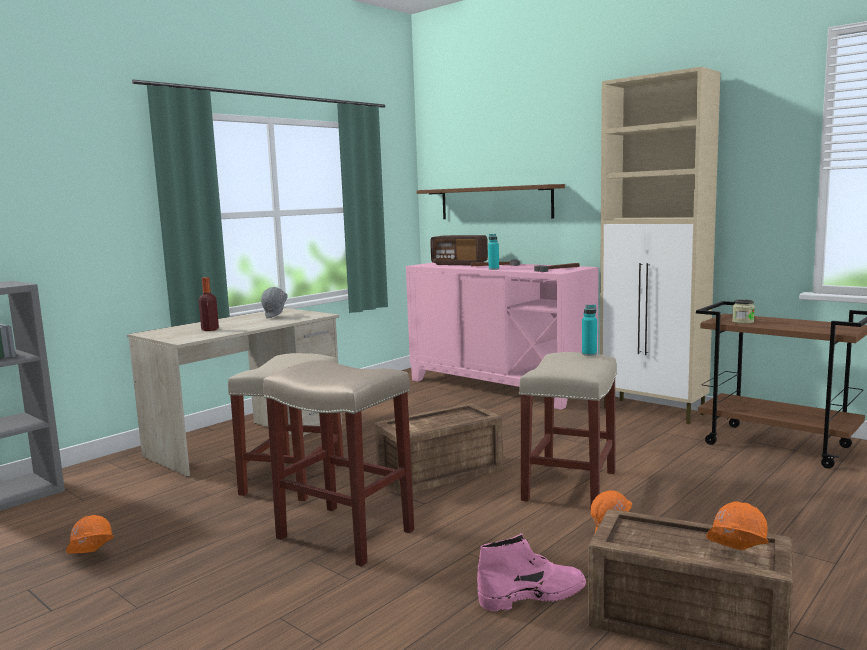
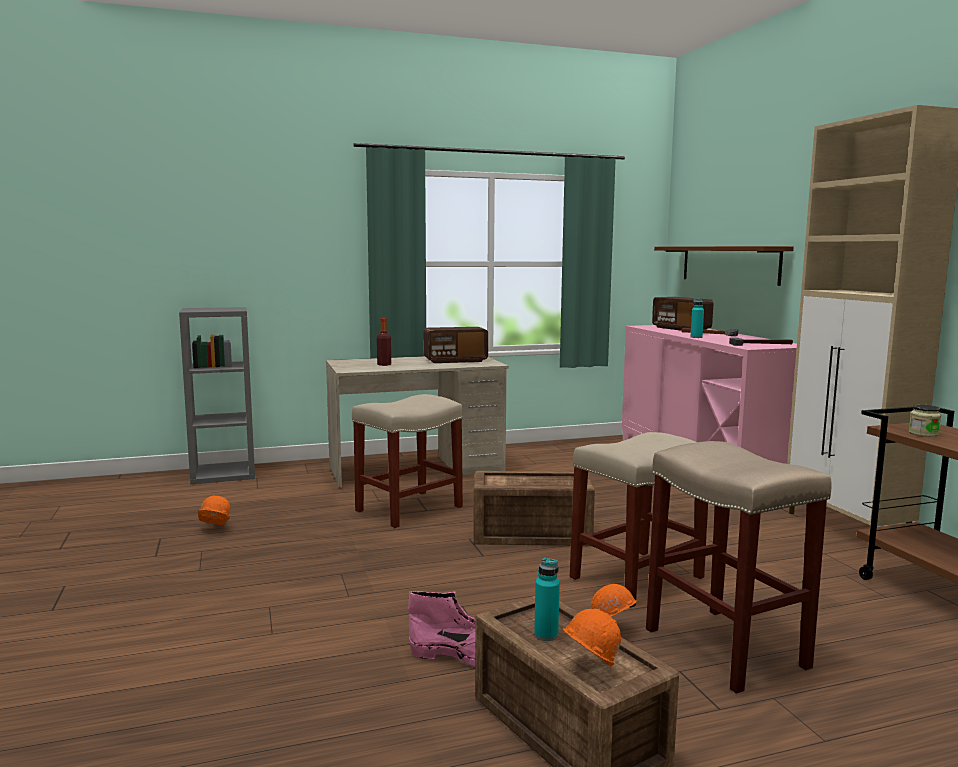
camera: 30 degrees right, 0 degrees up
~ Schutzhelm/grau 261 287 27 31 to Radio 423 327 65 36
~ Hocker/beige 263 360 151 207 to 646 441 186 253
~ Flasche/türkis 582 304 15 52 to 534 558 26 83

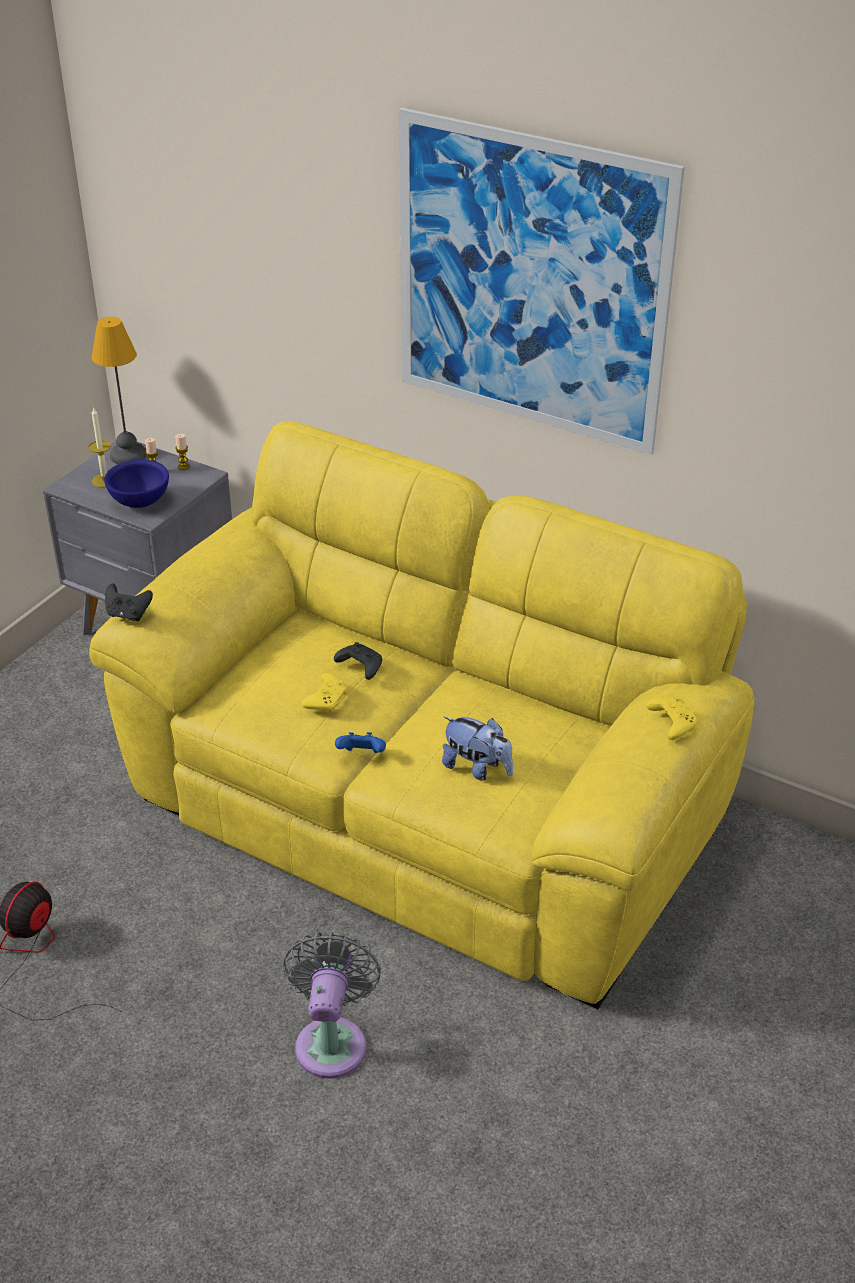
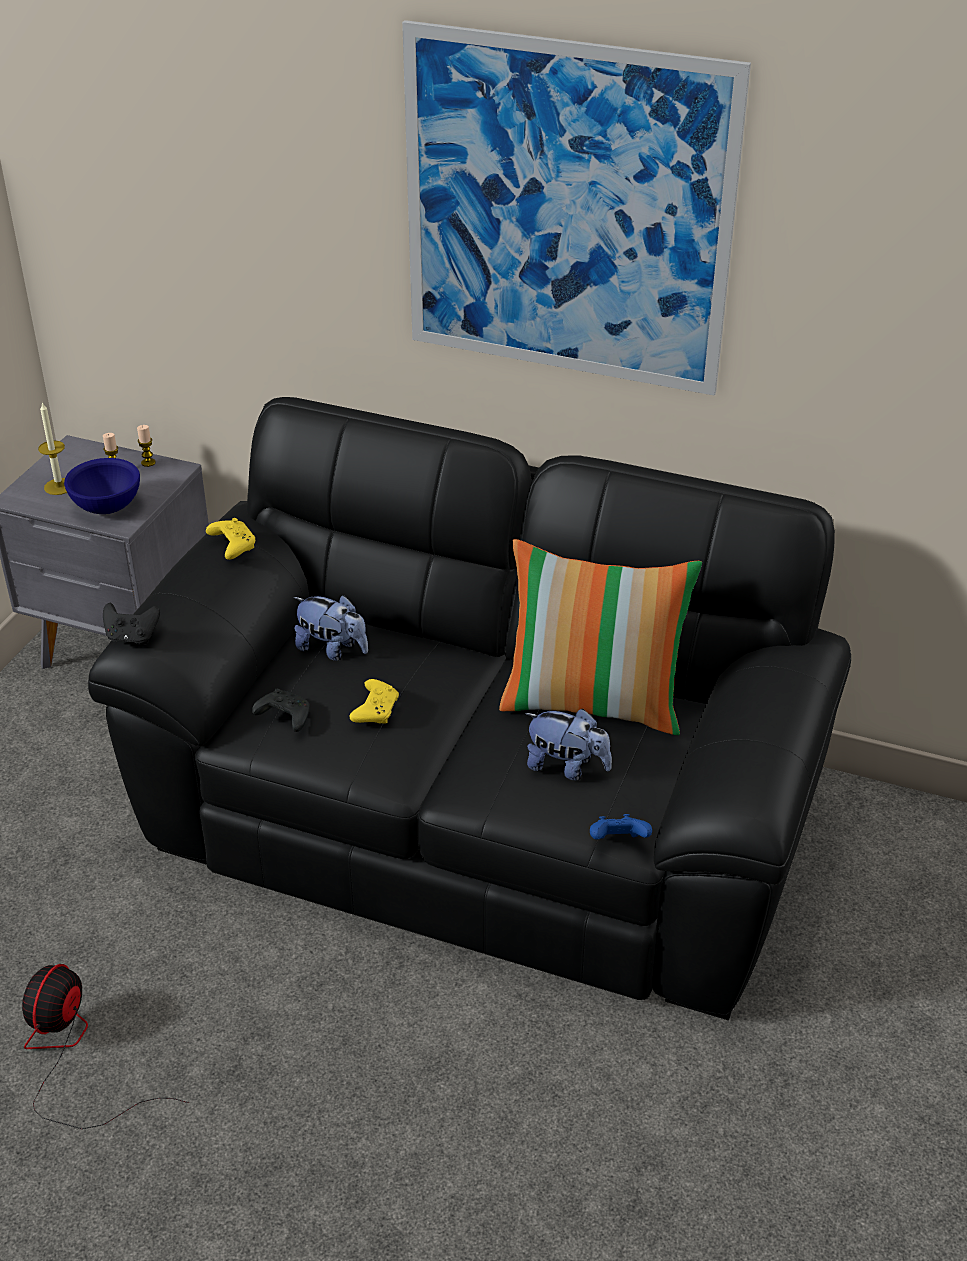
camera: 10 degrees left, 0 degrees up
~ Sofa/gelb 89 421 665 588 to Sofa/schwarz 88 397 763 623
- Tischlampe 92 317 54 147
- Ventilator/grau 283 932 98 147
~ Gamepad/schwarz 334 642 48 38 to 252 689 58 43
~ Gamepad/blau 335 732 51 21 to 590 814 62 26
~ Gamepad/gelb 646 696 51 44 to 206 518 49 42
+ Plüschtier 294 595 74 66
+ Kissen 499 539 203 196

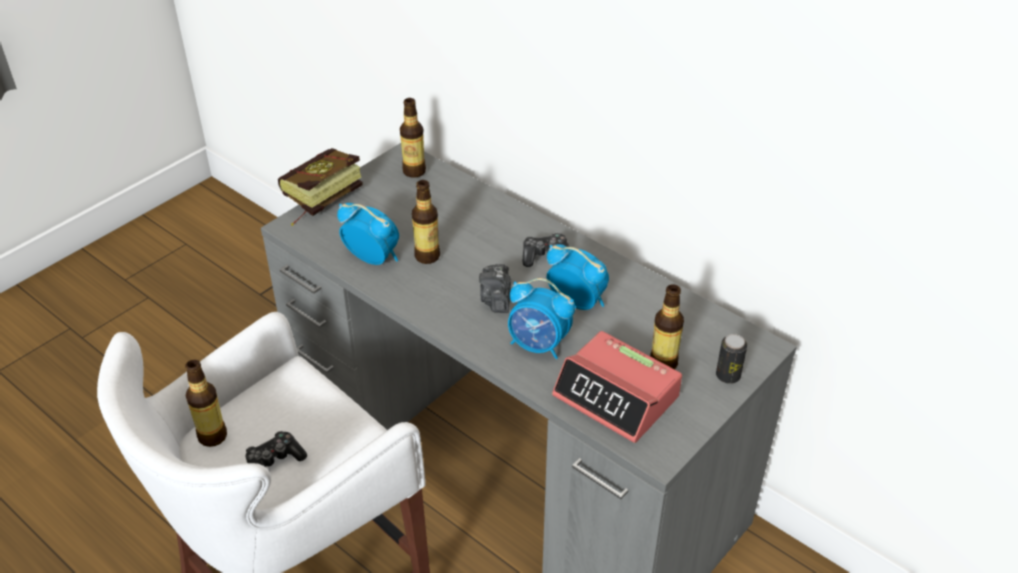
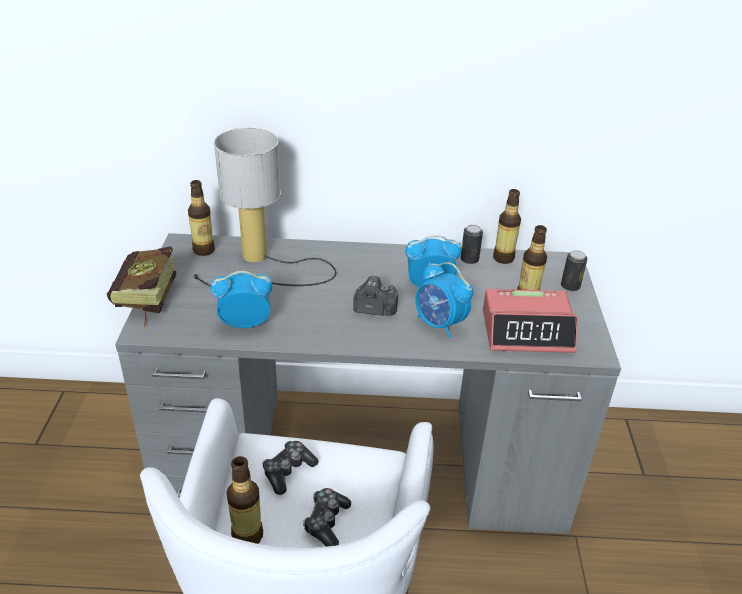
camera: 40 degrees left, 5 degrees down
~ Flasche 412 180 28 84 to 493 189 28 75
~ Kamera 479 264 32 49 = 353 276 45 40 135 degrees clockwise
~ Wecker 508 278 67 81 = 415 262 58 76 60 degrees clockwise
~ Gamepad 522 233 48 34 to 262 441 56 54
+ Tischlampe 194 128 143 159
+ Dose 461 225 22 39

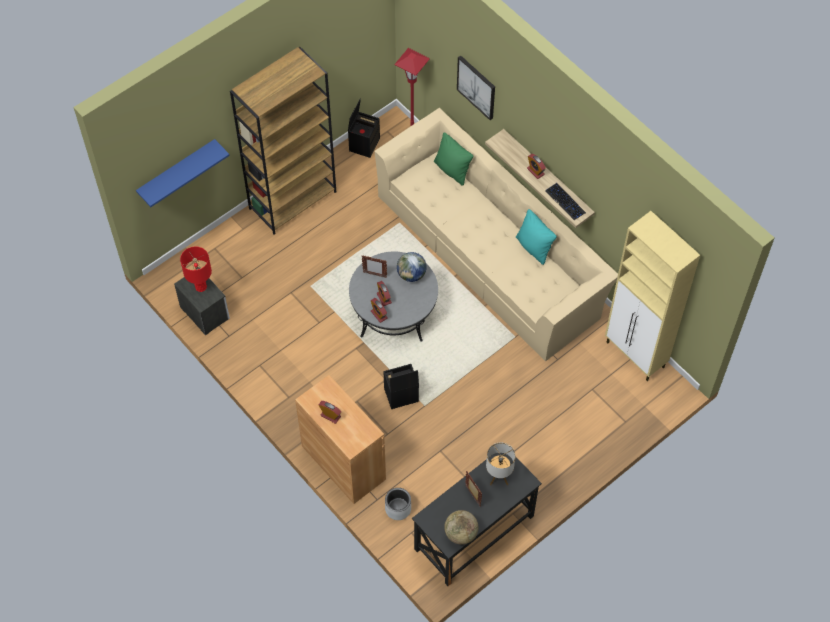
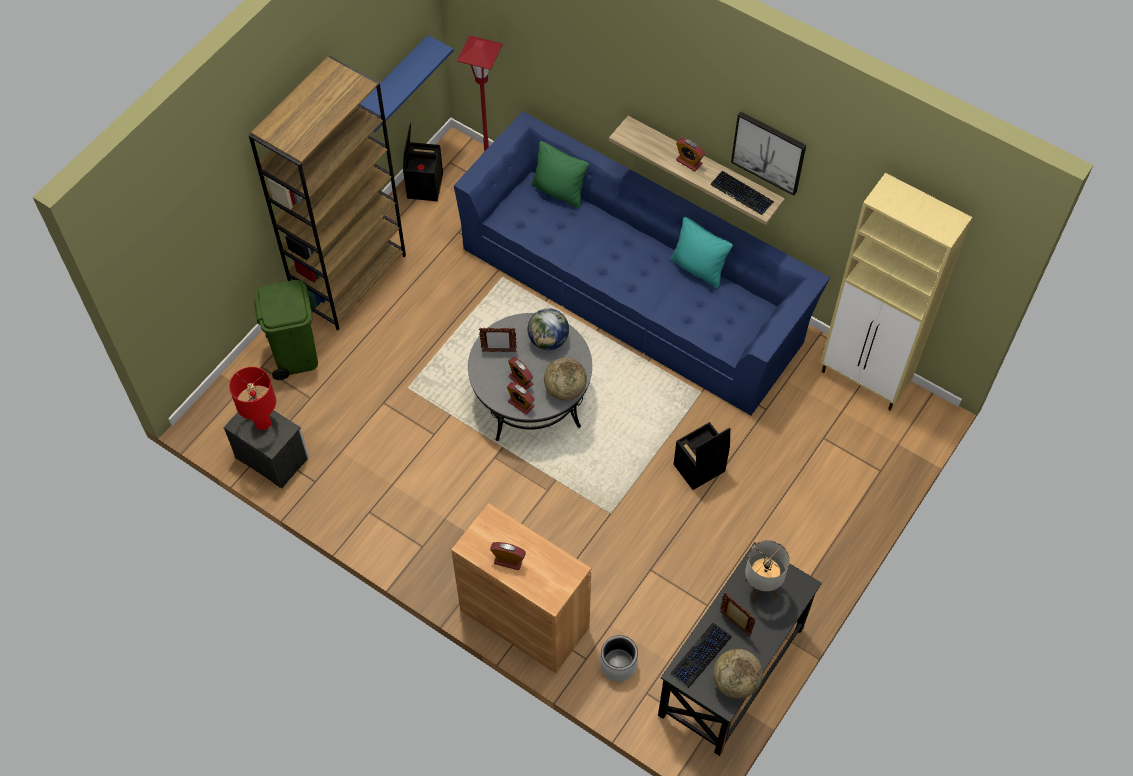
camera: 15 degrees left, 0 degrees up
~ Wandregal/blau 136 139 94 68 to 360 35 94 97
~ Sofa/beige 375 108 243 254 to Sofa/blau 454 111 376 304
~ Aufbewahrungsbox/schwarz 383 364 36 45 to 674 422 56 68
~ Bild 457 56 38 64 to 731 112 75 84
+ Mülleimer/grün 254 280 64 100
+ Globus 544 358 43 43
+ Tastatur 670 623 62 65

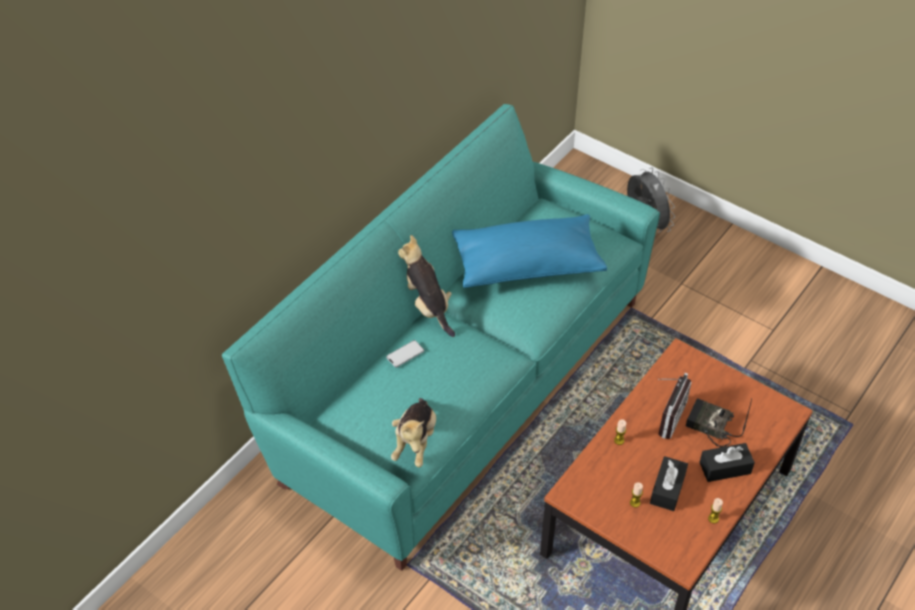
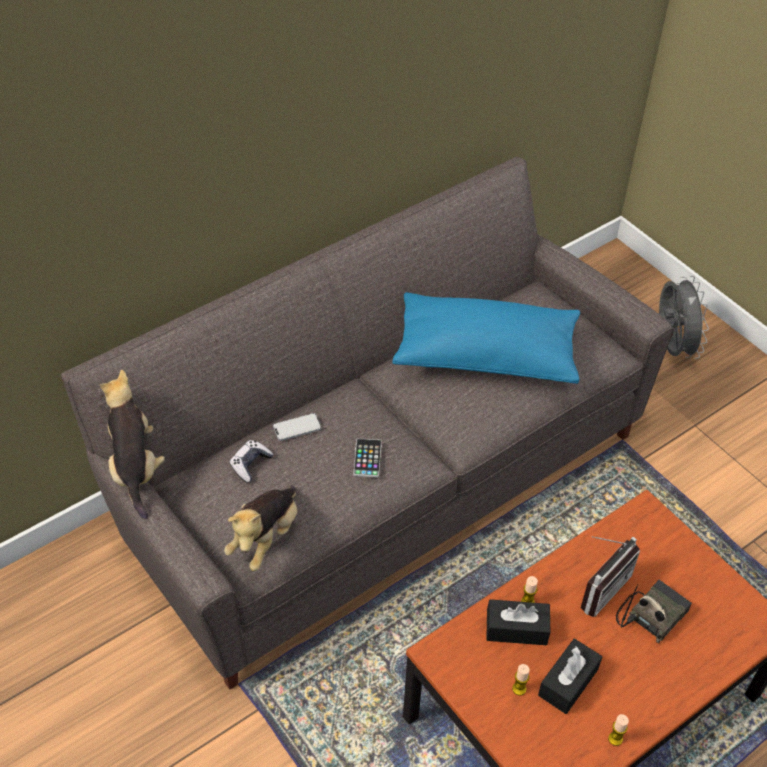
camera: 15 degrees right, 0 degrees up
~ Sofa/türkis 222 104 438 467 to Sofa/grau 61 157 613 532
~ Plüschtier 398 235 57 102 to 100 370 65 150
~ Radio 686 398 66 50 = 616 580 76 63 90 degrees clockwise
~ Taschentuchbox/schwarz 699 443 56 39 to 486 599 64 46
+ Gamepad 230 440 44 43
+ Handy 353 438 29 39

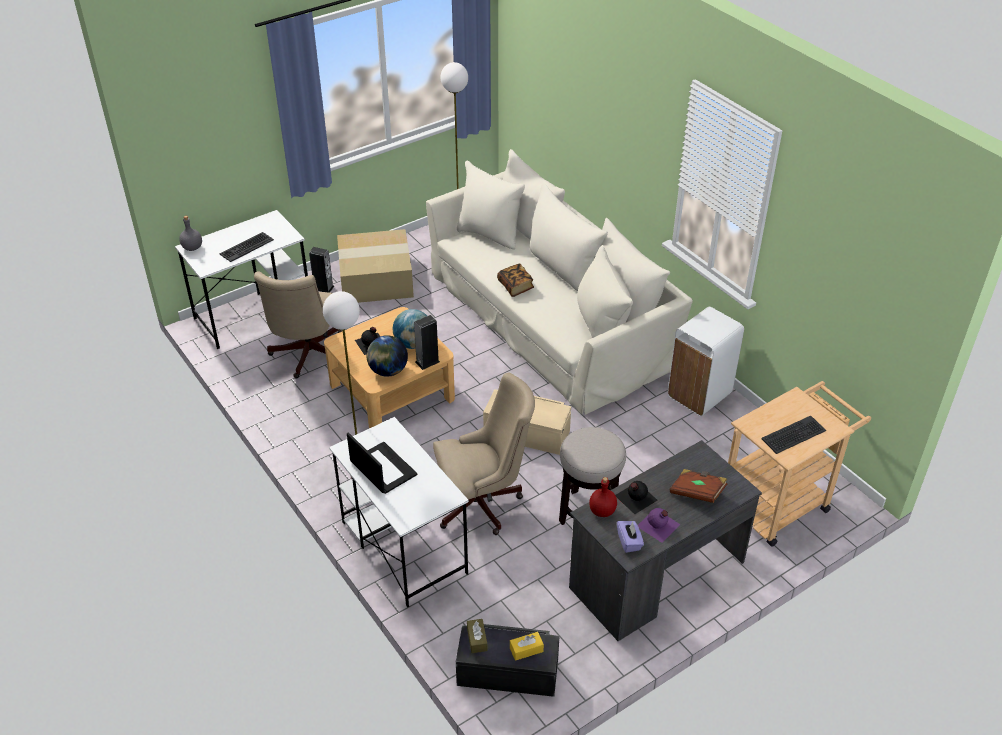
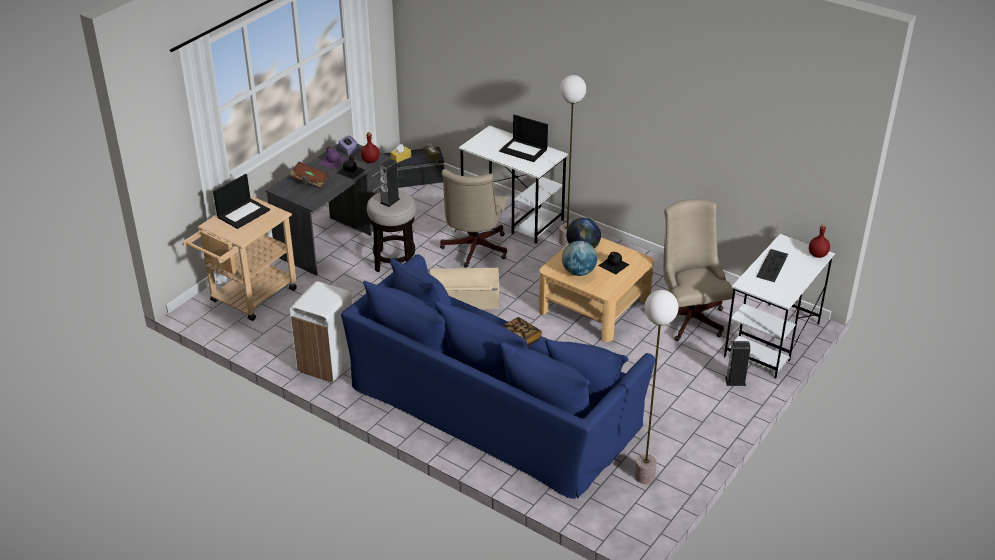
camera: 160 degrees right, 5 degrees down
~ Flasche/grau 179 216 23 35 to Flasche/rot 809 224 21 34
- Karton 337 229 77 74
~ Lautsprecher 414 315 26 55 to 379 159 21 48
~ Sofa/beige 426 149 267 266 to Sofa/blau 341 254 314 245
~ Bürostuhl/beige 433 373 102 162 = 440 169 67 98 45 degrees counterclockwise
~ Tastatur 761 416 65 38 to Laptop 213 174 57 55

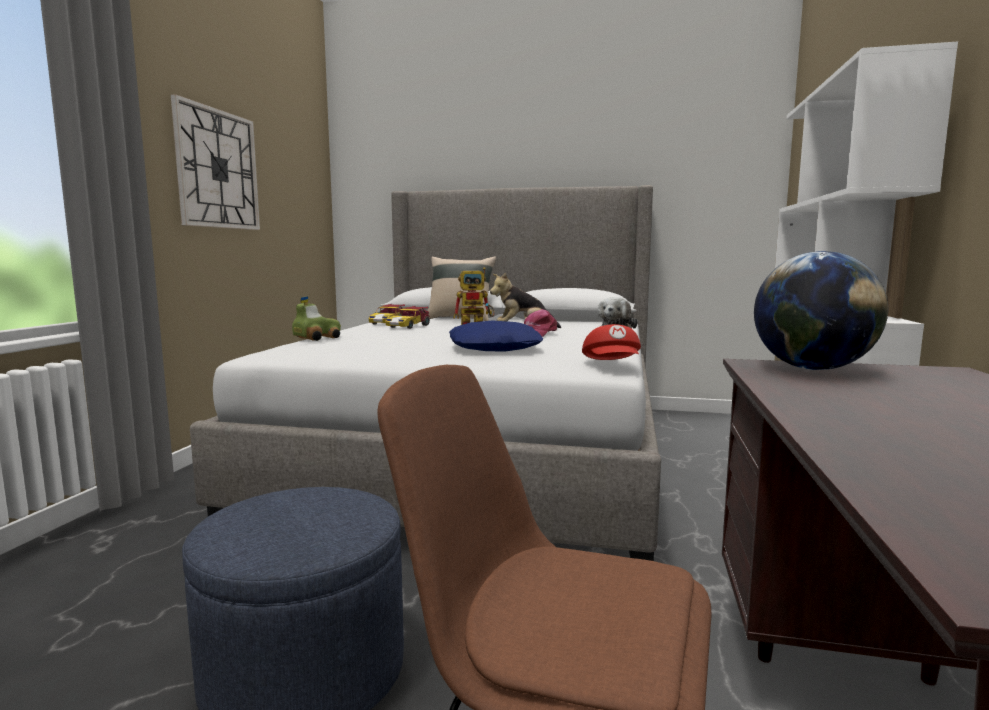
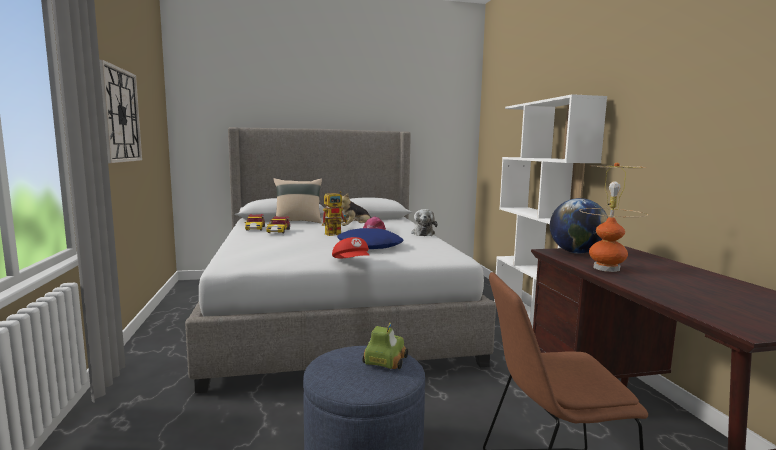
camera: 25 degrees left, 0 degrees up
~ Spielzeugauto 292 296 49 45 to 362 323 46 46
~ Kappe/rot 582 324 59 36 to 332 237 38 21
+ Tischlampe 579 163 69 109

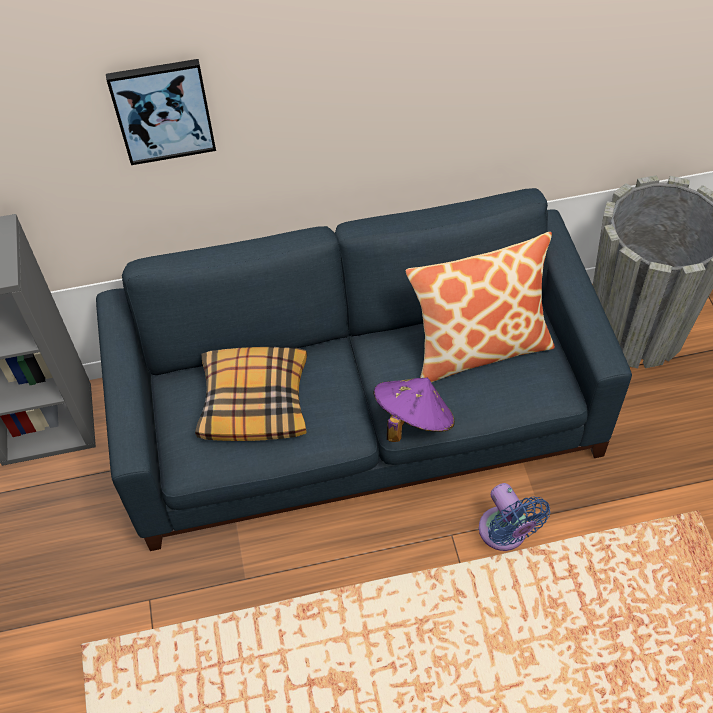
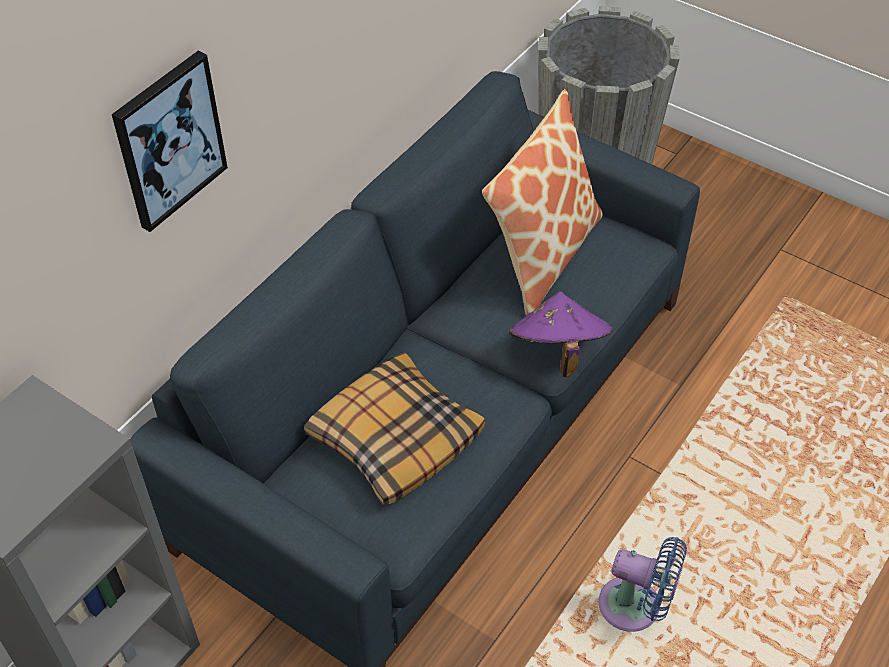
camera: 45 degrees left, 5 degrees down
~ Ventilator/blau 479 483 71 68 to 599 537 88 95

